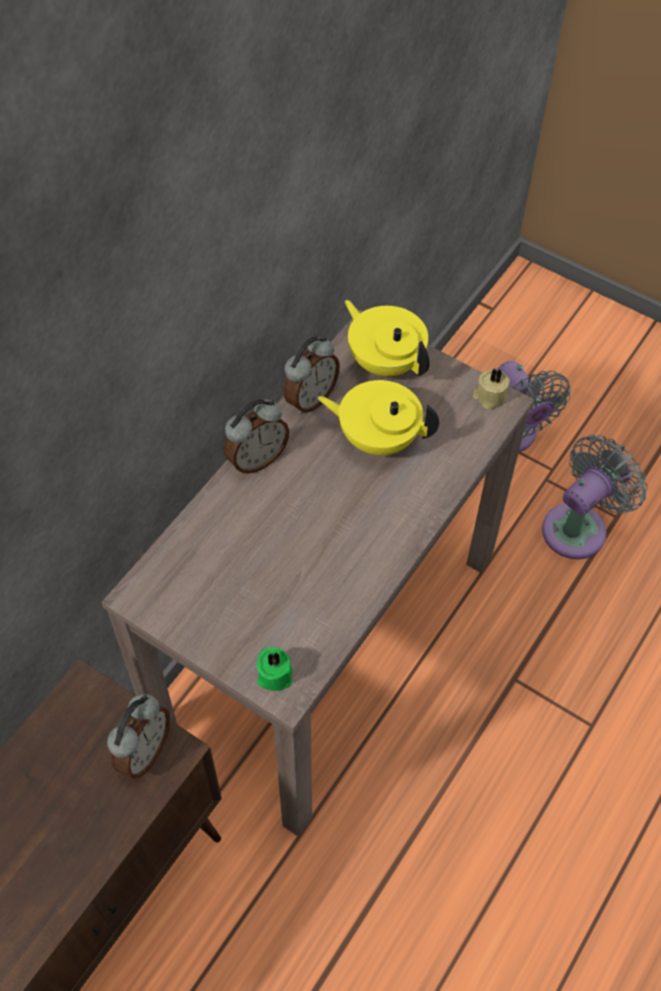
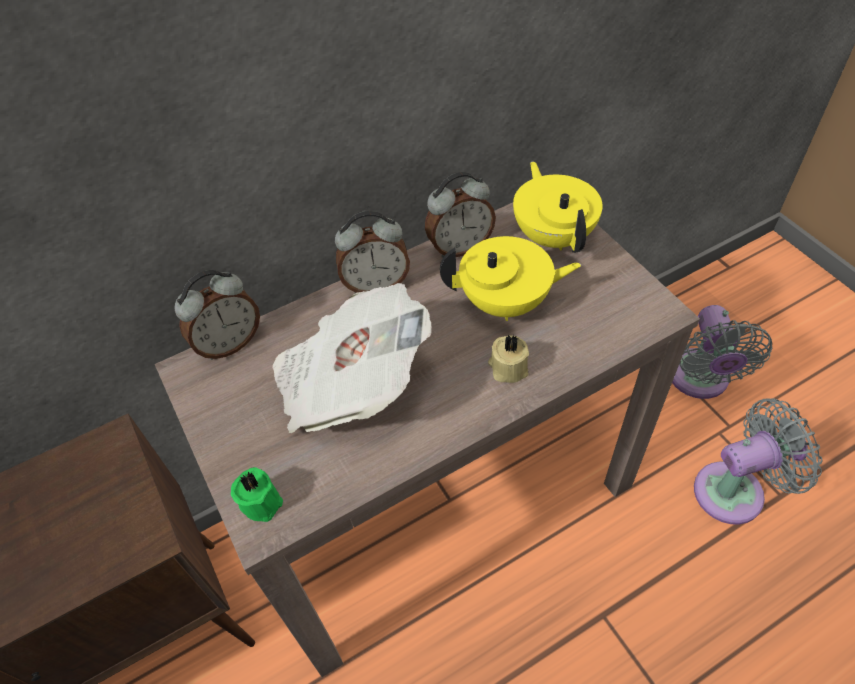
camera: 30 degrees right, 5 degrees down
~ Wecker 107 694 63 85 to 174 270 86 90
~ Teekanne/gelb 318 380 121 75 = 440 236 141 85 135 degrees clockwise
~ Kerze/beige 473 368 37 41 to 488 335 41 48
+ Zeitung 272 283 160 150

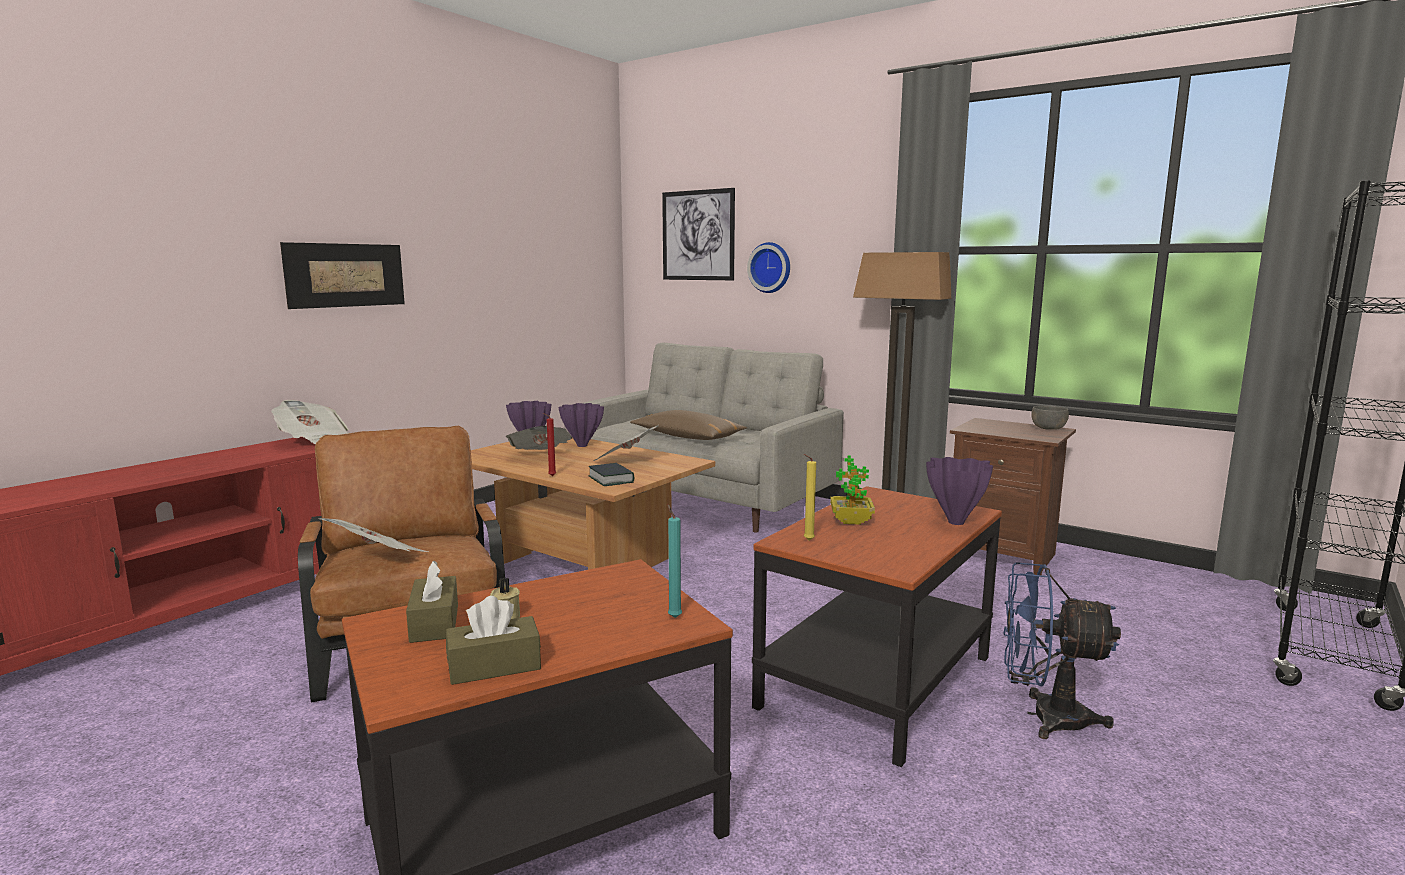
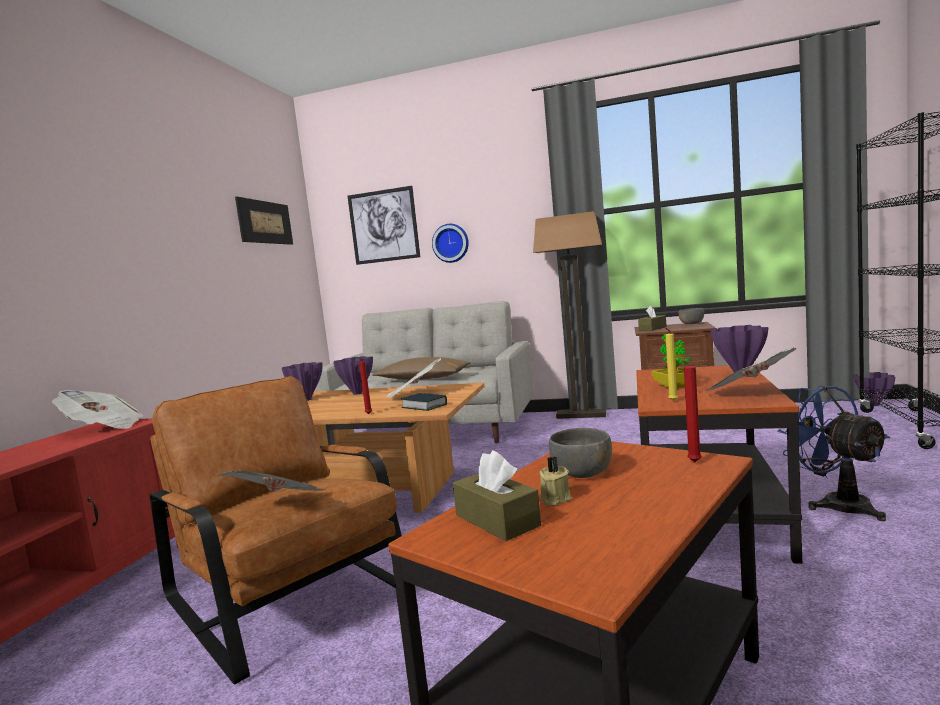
camera: 20 degrees left, 5 degrees down
~ Bild 280 242 125 67 to 235 197 58 48
~ Taschentuchbox/braun 446 596 95 89 to 638 305 29 26
~ Zeitung 506 426 67 24 to 705 347 91 44
~ Kerze/türkis 668 505 14 113 to Kerze/rot 677 356 25 106
~ Ventilator/blau 1003 562 118 177 = 777 385 113 136 75 degrees clockwise
+ Schüssel/grau 549 428 63 50
+ Vase/lila 854 372 41 34

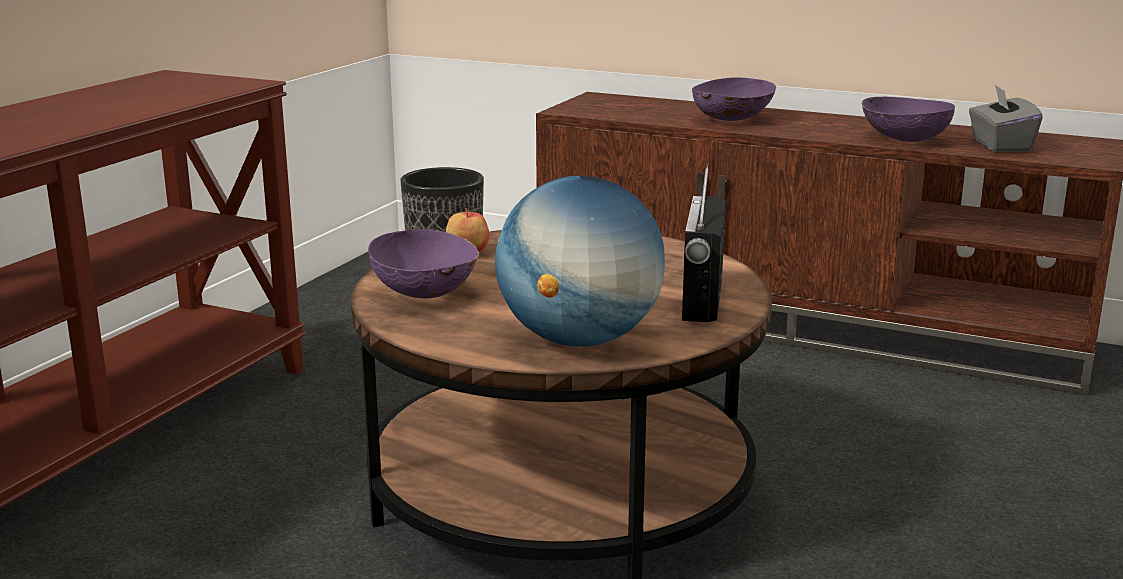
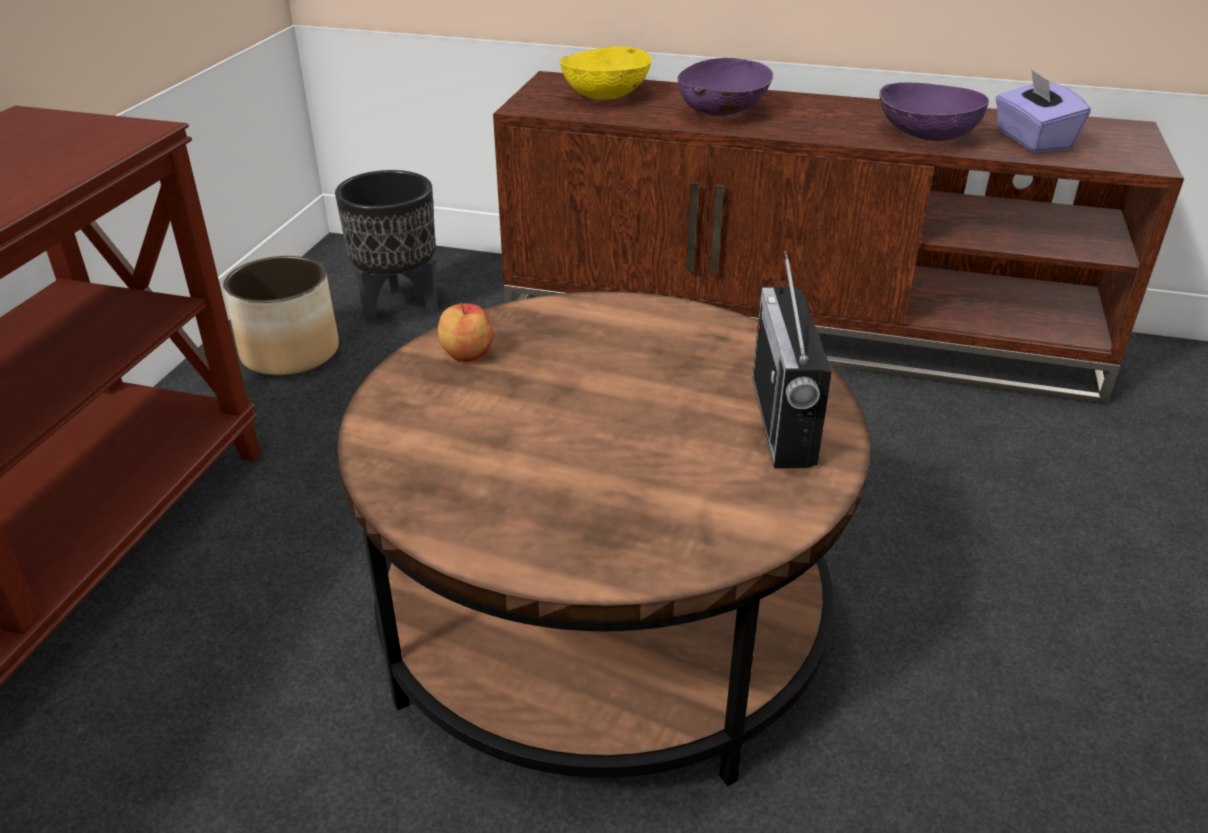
camera: 10 degrees left, 15 degrees up
- Schüssel/lila 368 229 111 69
- Globus 495 176 170 170
~ Taschentuchbox/grau 969 85 74 67 to Taschentuchbox/lila 996 69 94 84
+ Pflanzkübel 223 256 116 120
+ Schüssel/gelb 559 46 93 54

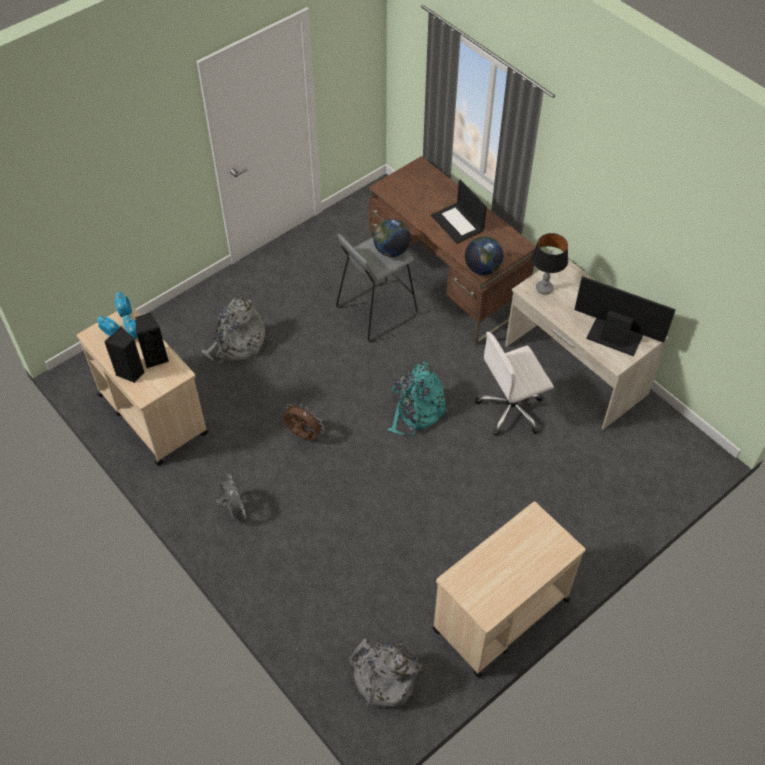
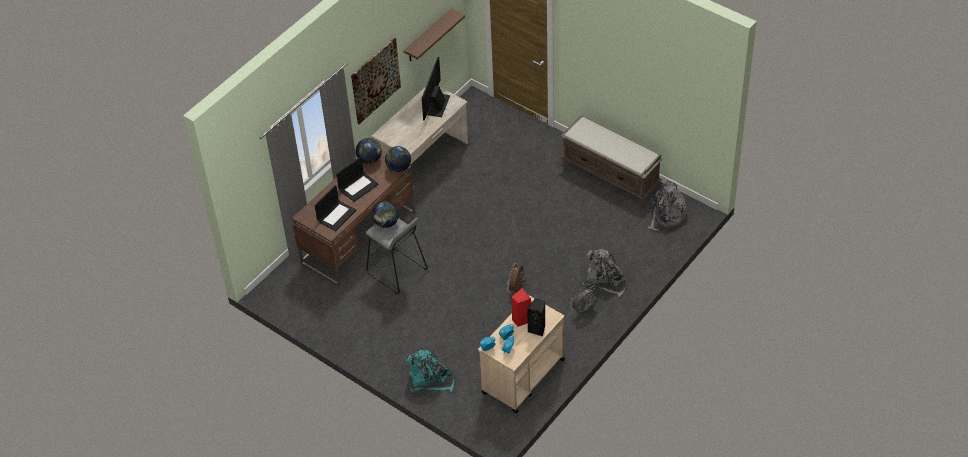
camera: 100 degrees left, 5 degrees down
~ Lautsprecher/schwarz 135 313 34 55 to Lautsprecher/rot 511 288 20 39
~ Rucksack/grau 202 297 63 67 to 583 249 44 48
~ Rucksack/türkis 387 362 61 74 to 406 350 48 42
~ Rollwagen/beige 433 502 152 176 to Bank/braun 560 115 103 88
- Bürostuhl/weiß 475 332 79 104
- Tischlampe 532 233 36 62
+ Laptop 315 185 42 46
+ Bild 351 37 50 87
+ Globus 356 138 26 26
+ Wandregal/braun 404 8 61 54

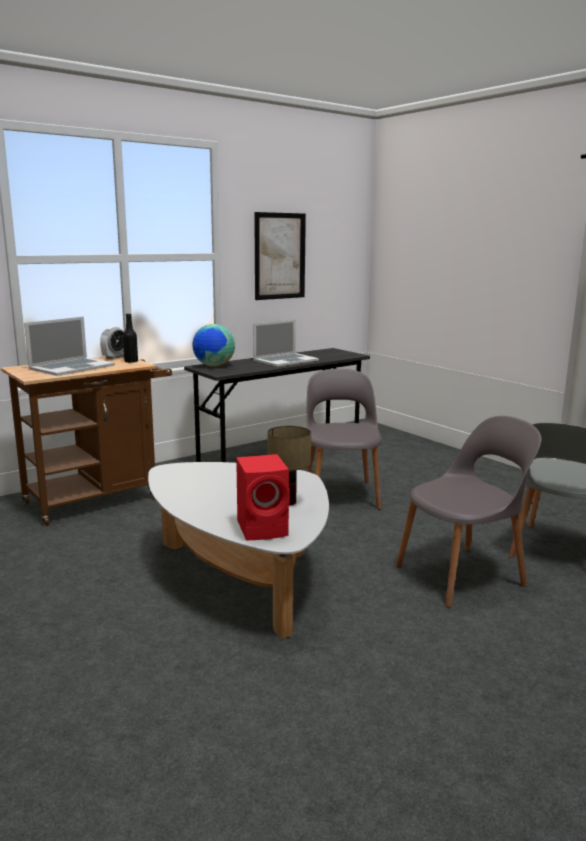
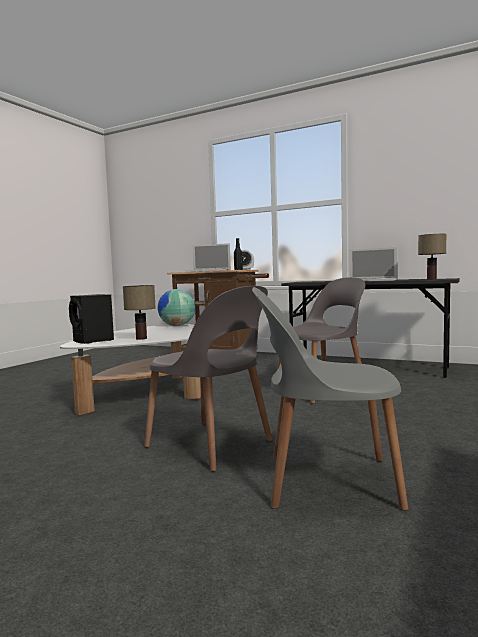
camera: 65 degrees right, 10 degrees down
~ Globus 192 324 43 43 to 158 289 37 37
~ Lautsprecher/rot 236 454 54 86 to Lautsprecher/schwarz 69 294 45 50
- Bild 254 212 52 88
+ Tischlampe 418 234 28 46

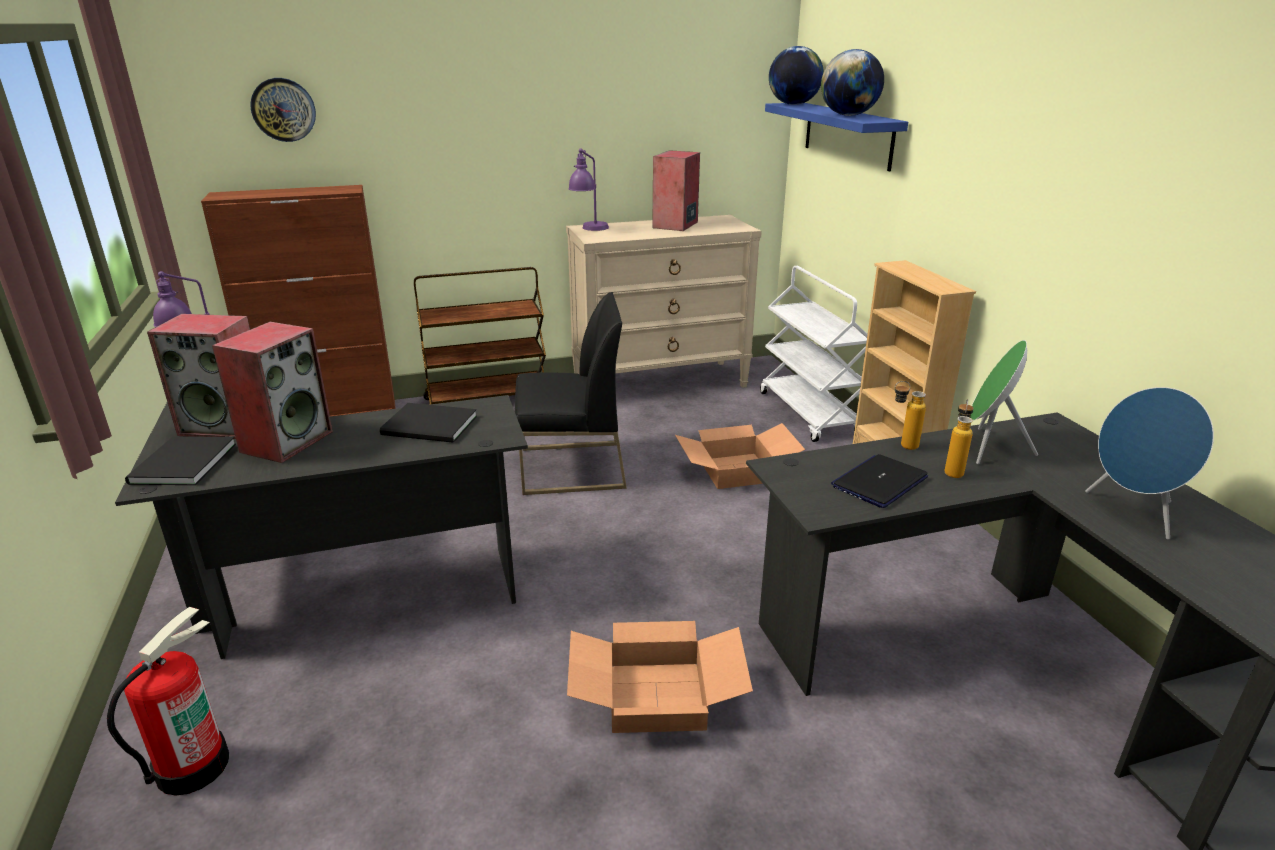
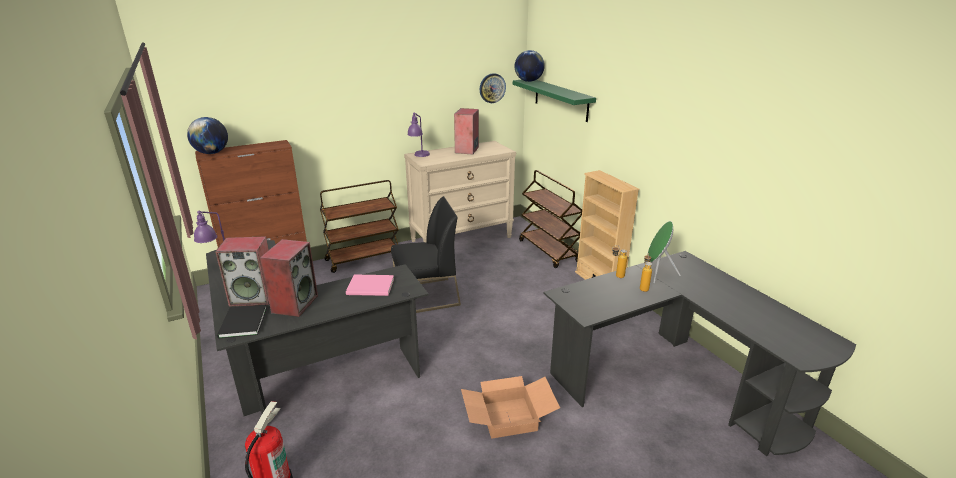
camera: 10 degrees left, 0 degrees up
~ Wanduhr 250 78 66 64 to 480 73 26 30
~ Buch/schwarz 380 403 97 40 to Buch/rosa 346 274 48 22
- Karton 675 423 130 66
~ Rollwagen/weiß 760 266 108 176 to Rollwagen/braun 519 170 63 98
~ Wandregal/blau 765 103 143 68 to Wandregal/grün 513 80 83 42
~ Globus 821 49 63 67 to 187 117 41 37
- Laptop 831 454 97 54
- Lautsprecher/blau 1085 387 129 153

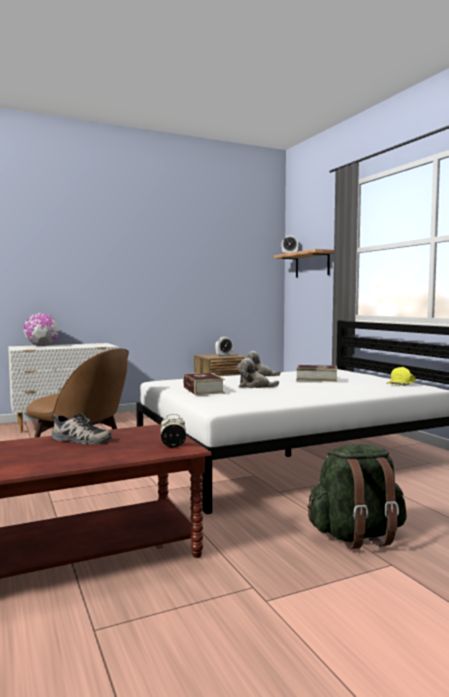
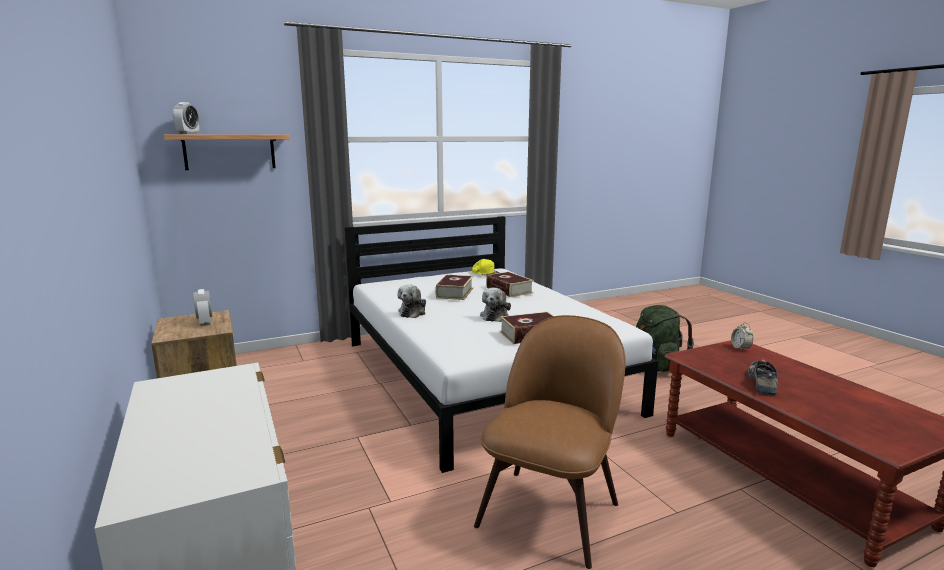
camera: 90 degrees left, 10 degrees up
- Globus 24 313 35 33
+ Buch 486 272 48 25

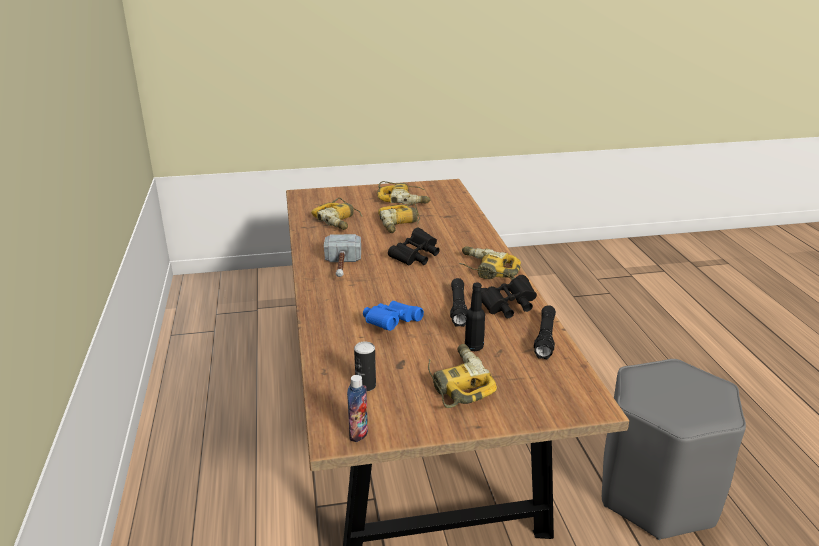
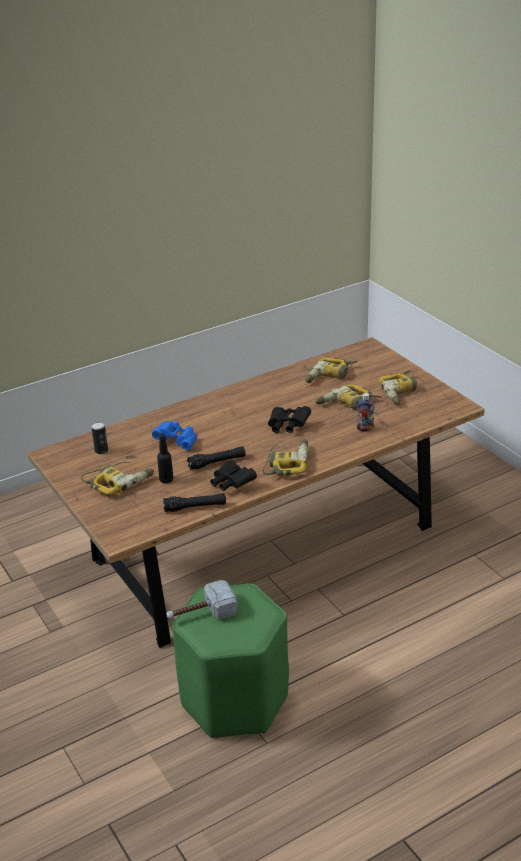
camera: 70 degrees right, 5 degrees up
~ Hammer 324 234 37 43 to 166 580 72 40
~ Flasche 347 375 21 67 to 356 393 18 39
~ Hocker/grau 602 359 144 181 to Hocker/grün 172 583 117 155

